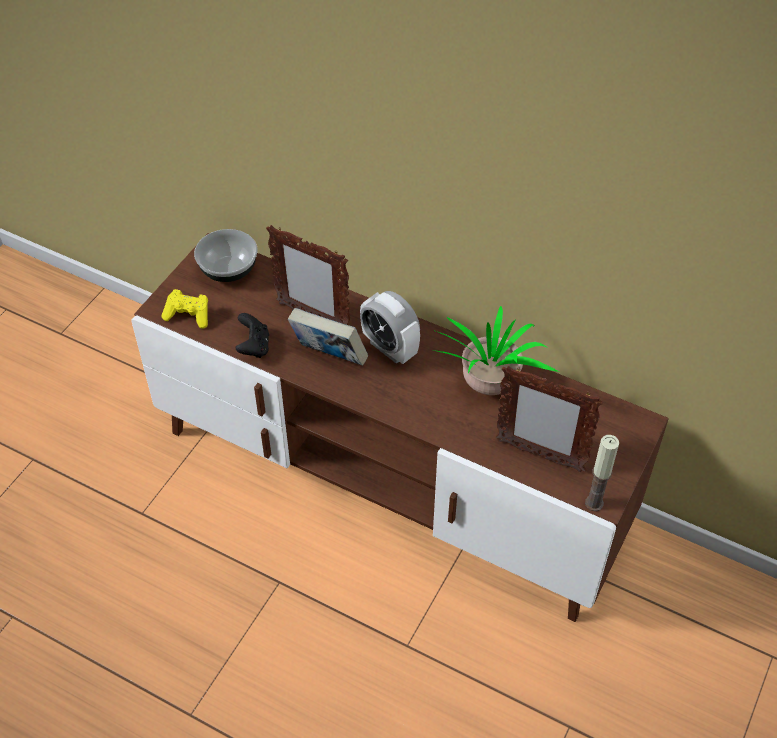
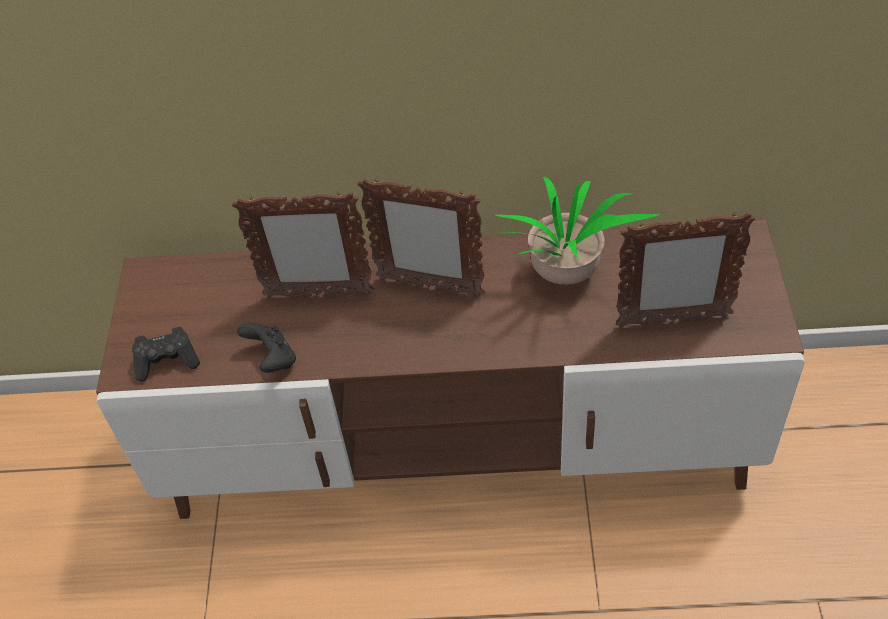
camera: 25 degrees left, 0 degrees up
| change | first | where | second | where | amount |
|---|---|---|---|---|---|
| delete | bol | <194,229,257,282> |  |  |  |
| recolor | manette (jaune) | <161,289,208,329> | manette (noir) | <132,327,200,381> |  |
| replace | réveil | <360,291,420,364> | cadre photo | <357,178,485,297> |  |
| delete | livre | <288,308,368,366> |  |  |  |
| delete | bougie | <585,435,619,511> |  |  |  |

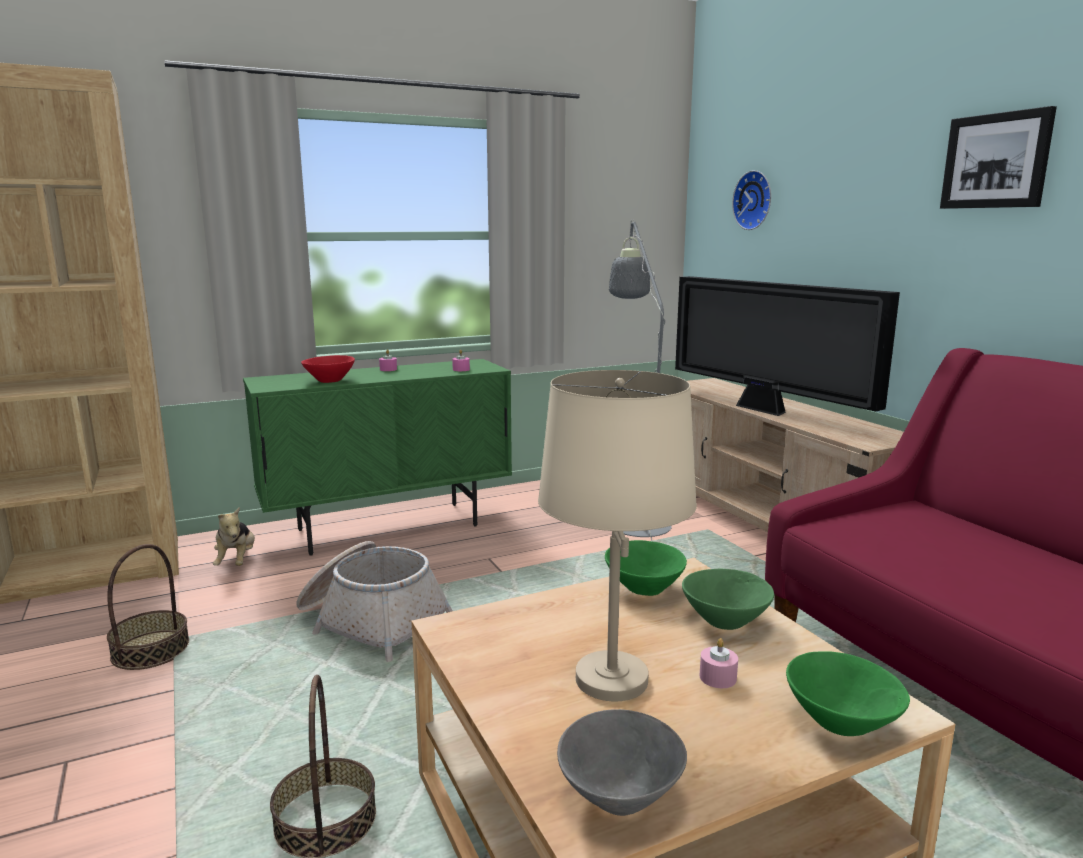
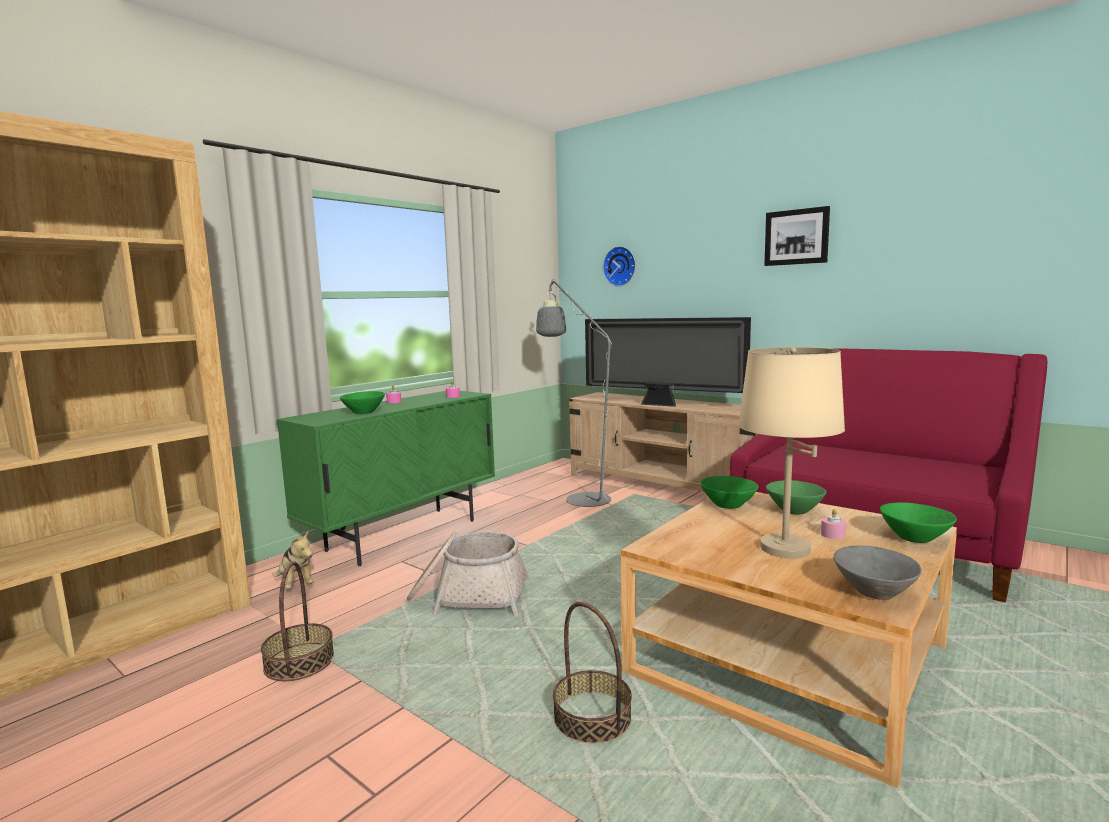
camera: 25 degrees left, 5 degrees down
| change | first | where | second | where | amount |
|---|---|---|---|---|---|
| recolor | bol (rouge) | <301,355,355,383> | bol (vert) | <340,391,385,414> |  |

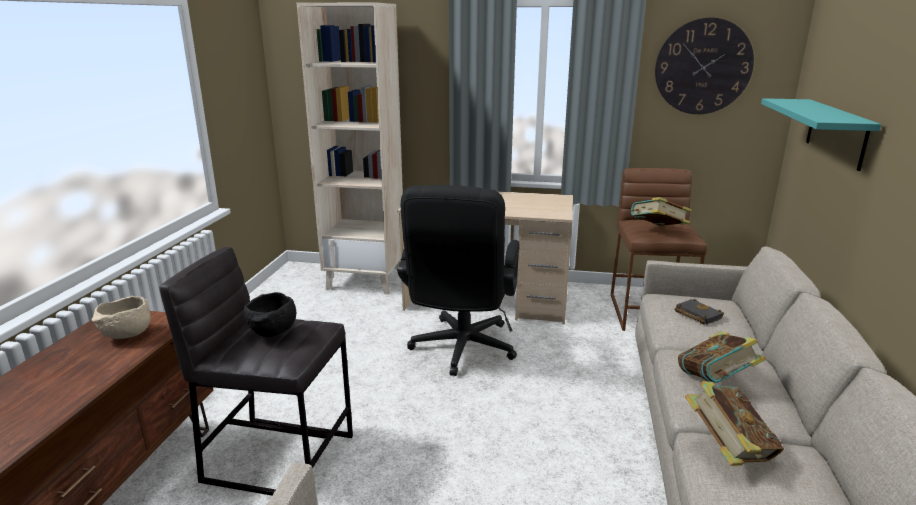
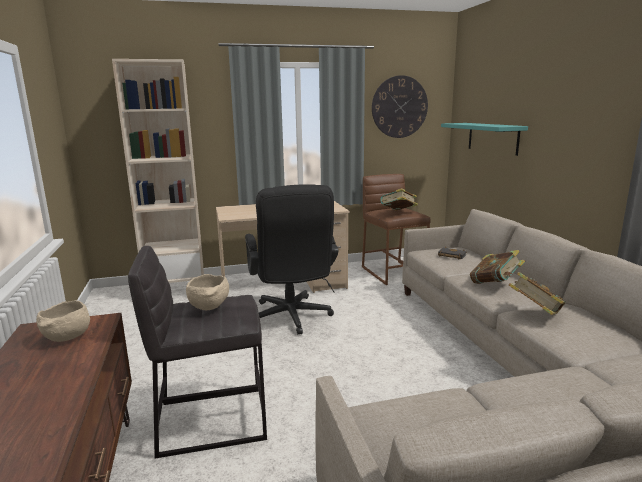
camera: 25 degrees left, 5 degrees down
| change | first | where | second | where | amount |
|---|---|---|---|---|---|
| recolor | bol (noir) | <243,292,296,337> | bol (beige) | <186,274,229,310> |  |

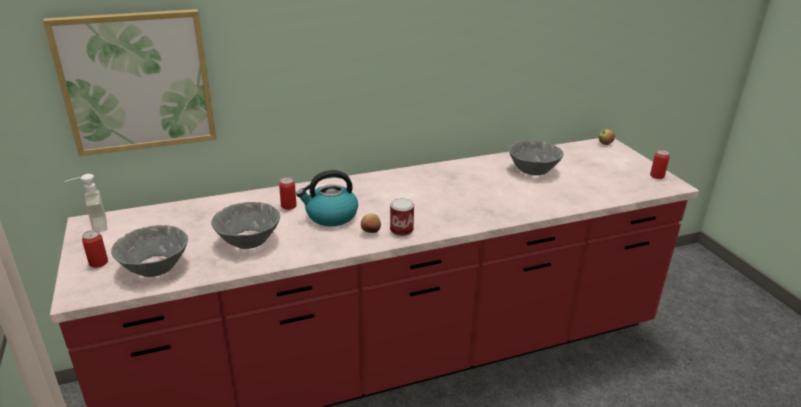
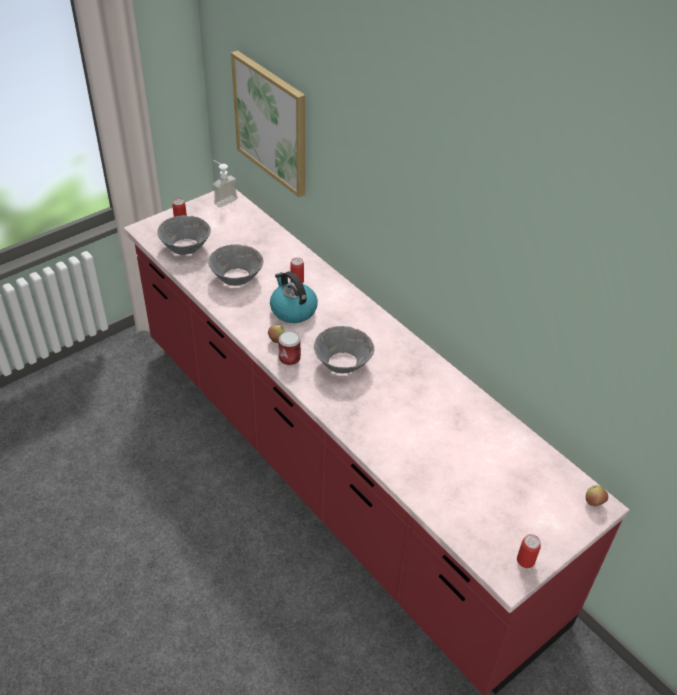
camera: 70 degrees right, 15 degrees up
| change | first | where | second | where | amount |
|---|---|---|---|---|---|
| move | bol (gris) | <509,140,564,175> |  | <314,326,374,373> |  |

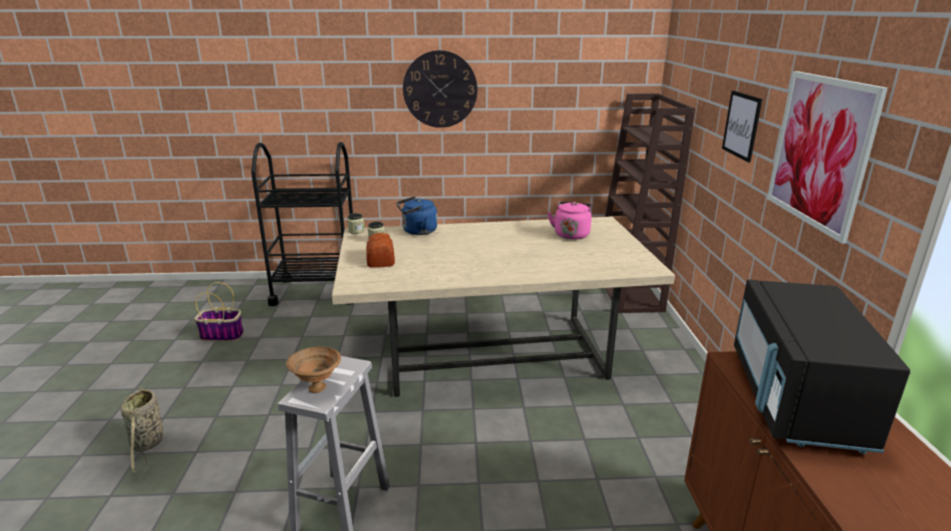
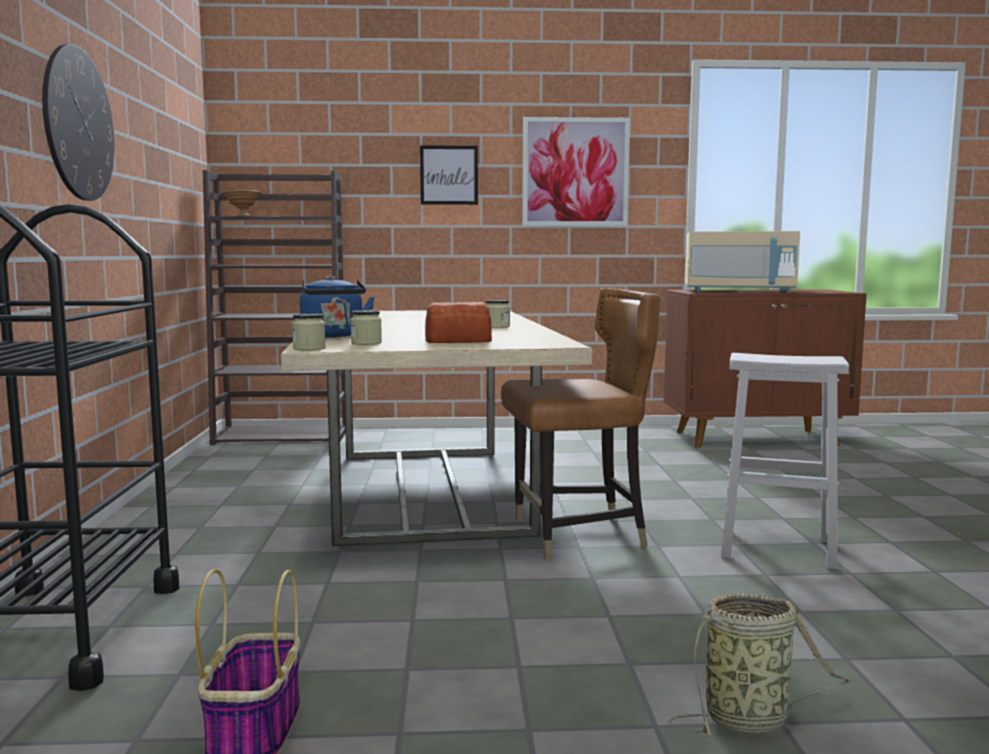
camera: 90 degrees left, 15 degrees down
| change | first | where | second | where | amount |
|---|---|---|---|---|---|
| delete | bouilloire (rose) | <547,202,593,240> |  |  |  |
| recolor | micro-ondes (noir) | <734,279,910,454> | micro-ondes (beige) | <685,231,800,293> |  |
| move | bol (marron) | <286,347,341,393> |  | <222,190,262,216> |  |
| insert |  |  | chaise (marron) | <501,288,661,560> |  |
| insert |  |  | bocal | <486,300,510,328> |  |

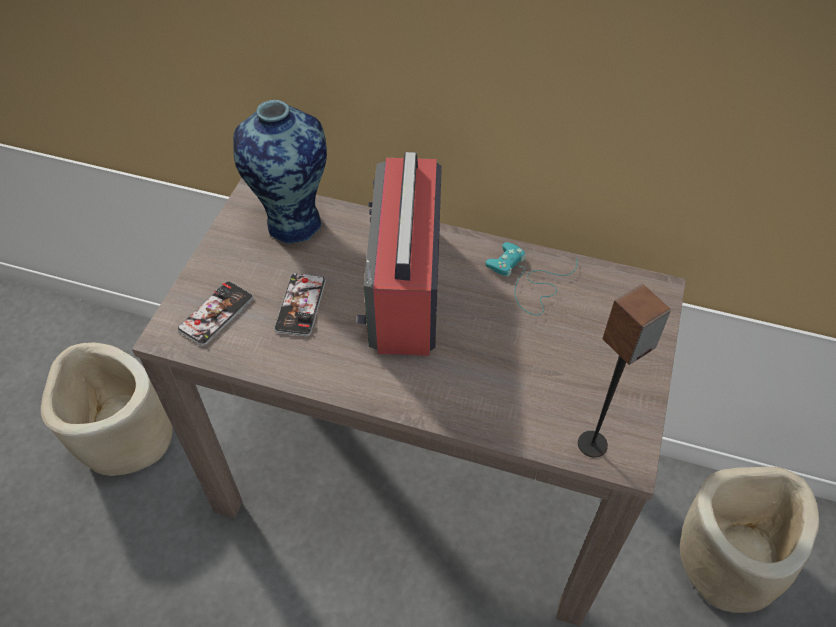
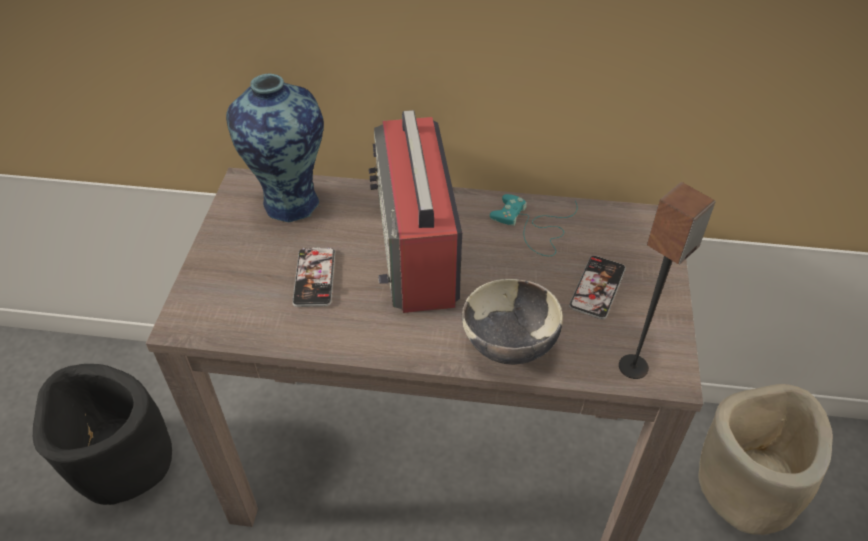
camera: 10 degrees left, 5 degrees down
| change | first | where | second | where | amount |
|---|---|---|---|---|---|
| move | téléphone | <177,281,253,346> |  | <569,256,626,320> |  |
| recolor | cache-pot (beige) | <41,343,173,476> | cache-pot (noir) | <33,364,172,505> |  |
| insert |  |  | bol | <462,279,563,365> |  |

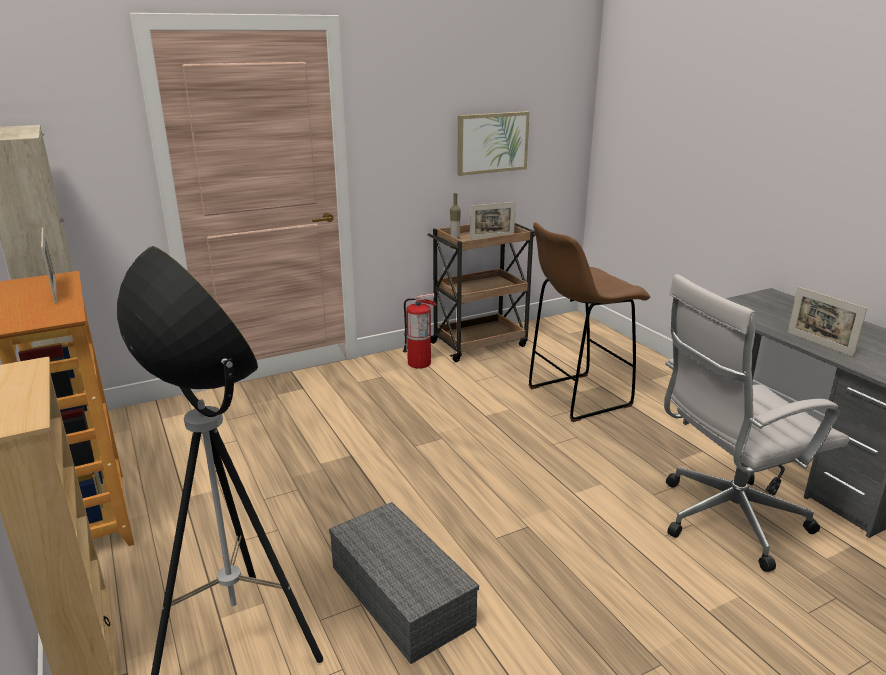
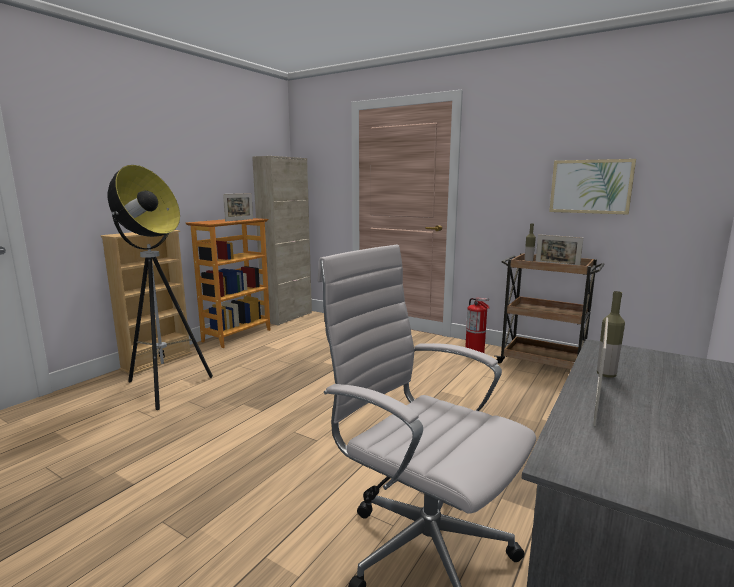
camera: 60 degrees right, 10 degrees down
| change | first | where | second | where | amount |
|---|---|---|---|---|---|
| delete | tabouret (marron) | <528,222,650,422> |  |  |  |
| delete | boîte de rangement (gris) | <329,502,479,664> |  |  |  |
| insert |  |  | bouteille | <597,291,625,377> |  |

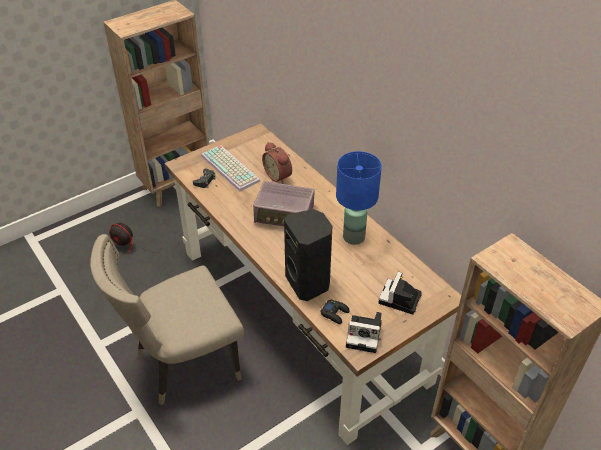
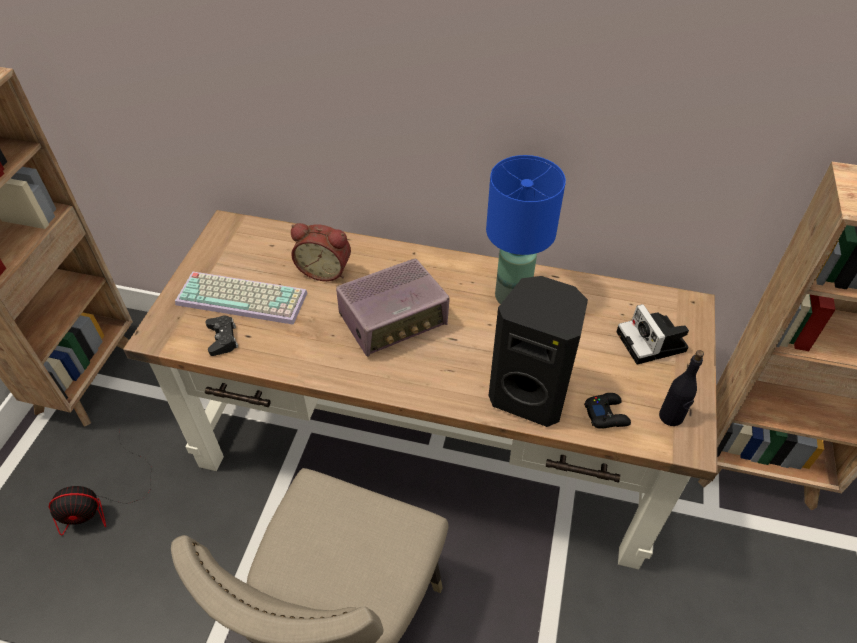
camera: 40 degrees left, 5 degrees up
| change | first | where | second | where | amount |
|---|---|---|---|---|---|
| replace | appareil photo | <346,312,382,353> | bouteille (noir) | <659,350,704,426> |  |

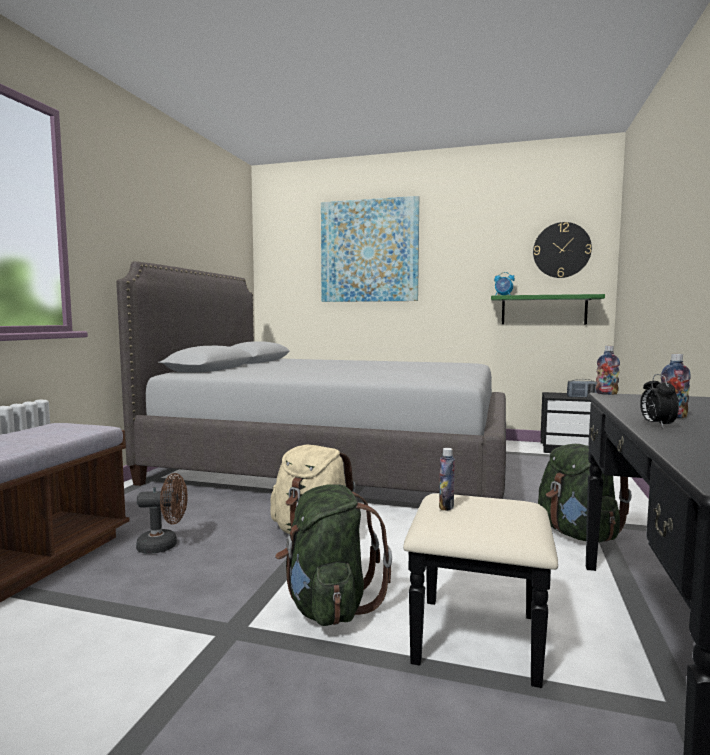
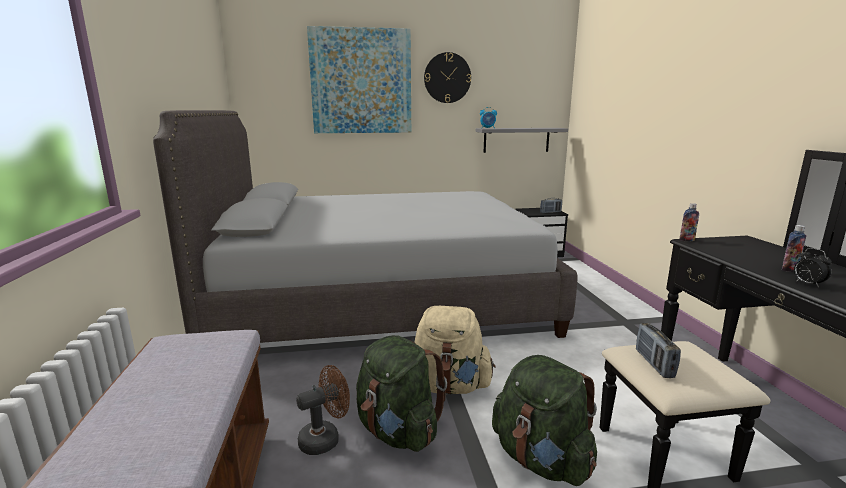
camera: 25 degrees left, 10 degrees up
| change | first | where | second | where | amount |
|---|---|---|---|---|---|
| move | horloge murale | <533,222,592,278> |  | <424,52,471,103> |  |
| recolor | étagère (vert) | <491,294,605,324> | étagère (gris) | <476,128,568,153> |  |
| move | sac à dos (vert) | <538,444,632,542> |  | <356,335,447,452> |  |
| replace | bouteille | <439,448,455,511> | radio | <636,323,681,378> |  |

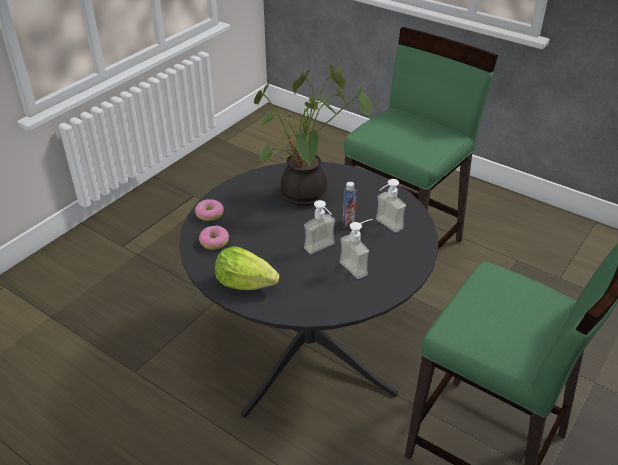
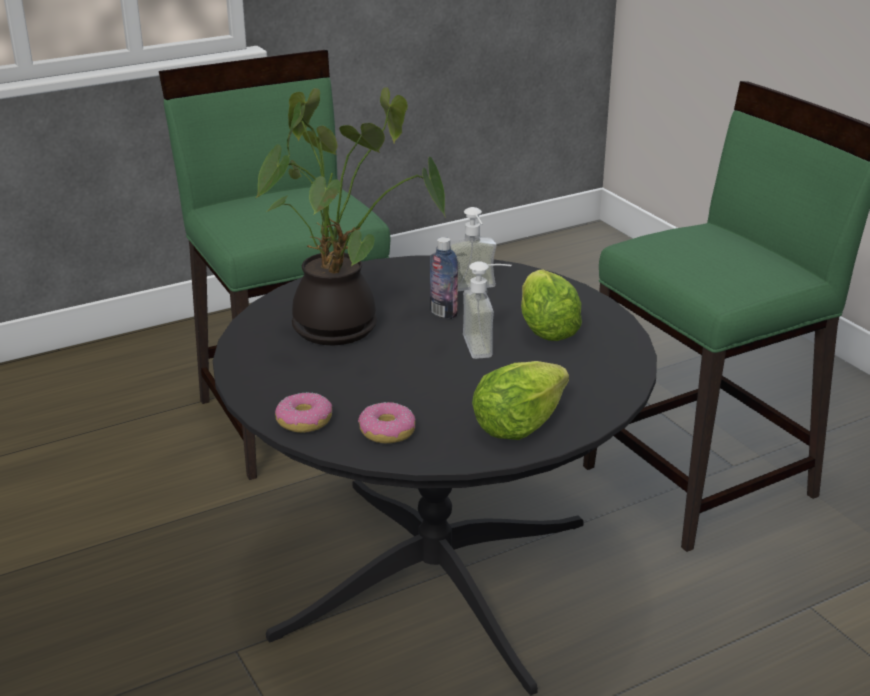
camera: 65 degrees left, 10 degrees down
| change | first | where | second | where | amount |
|---|---|---|---|---|---|
| replace | distributeur de savon | <340,219,372,279> | laitue | <521,270,582,341> |  |

